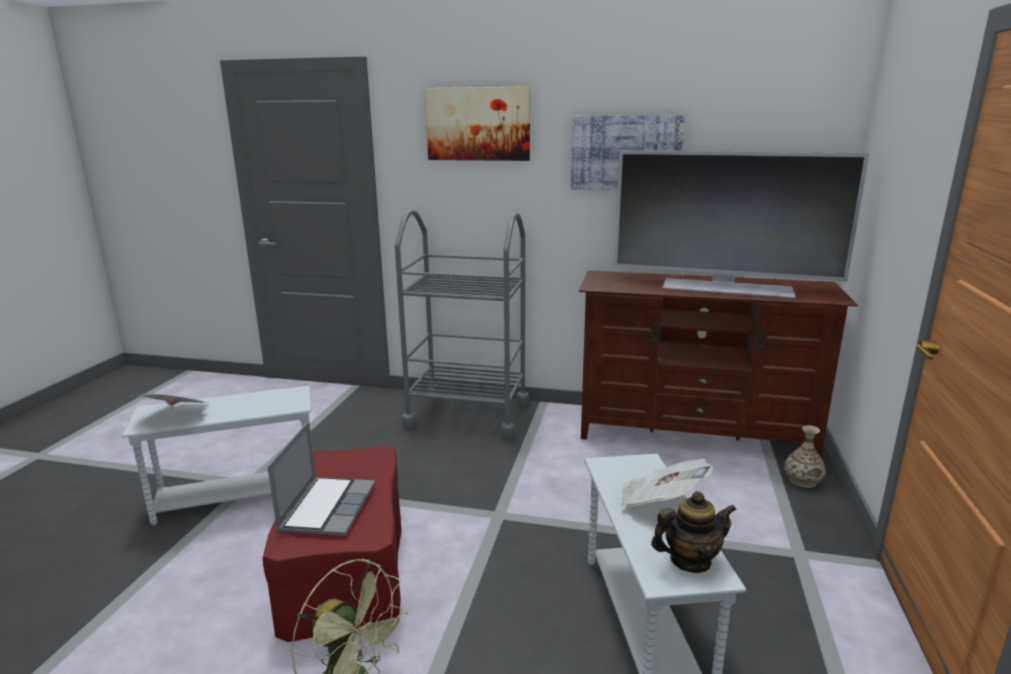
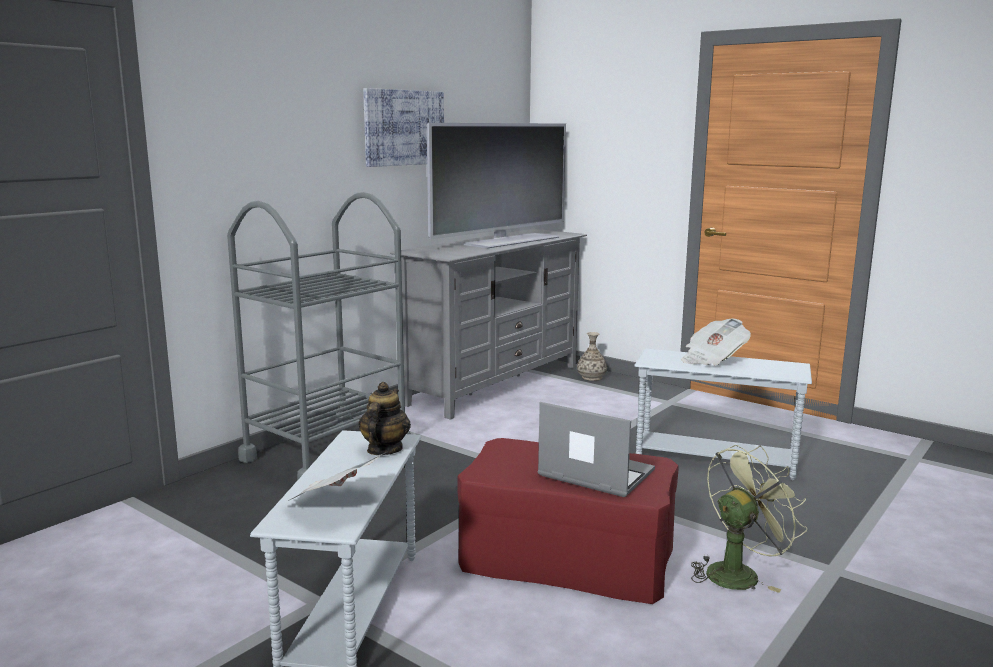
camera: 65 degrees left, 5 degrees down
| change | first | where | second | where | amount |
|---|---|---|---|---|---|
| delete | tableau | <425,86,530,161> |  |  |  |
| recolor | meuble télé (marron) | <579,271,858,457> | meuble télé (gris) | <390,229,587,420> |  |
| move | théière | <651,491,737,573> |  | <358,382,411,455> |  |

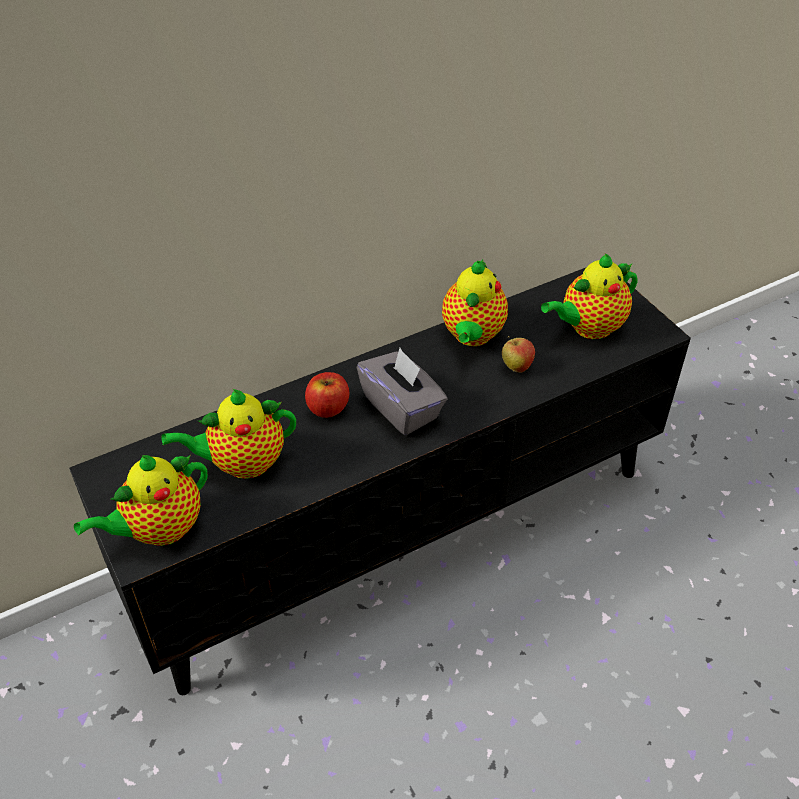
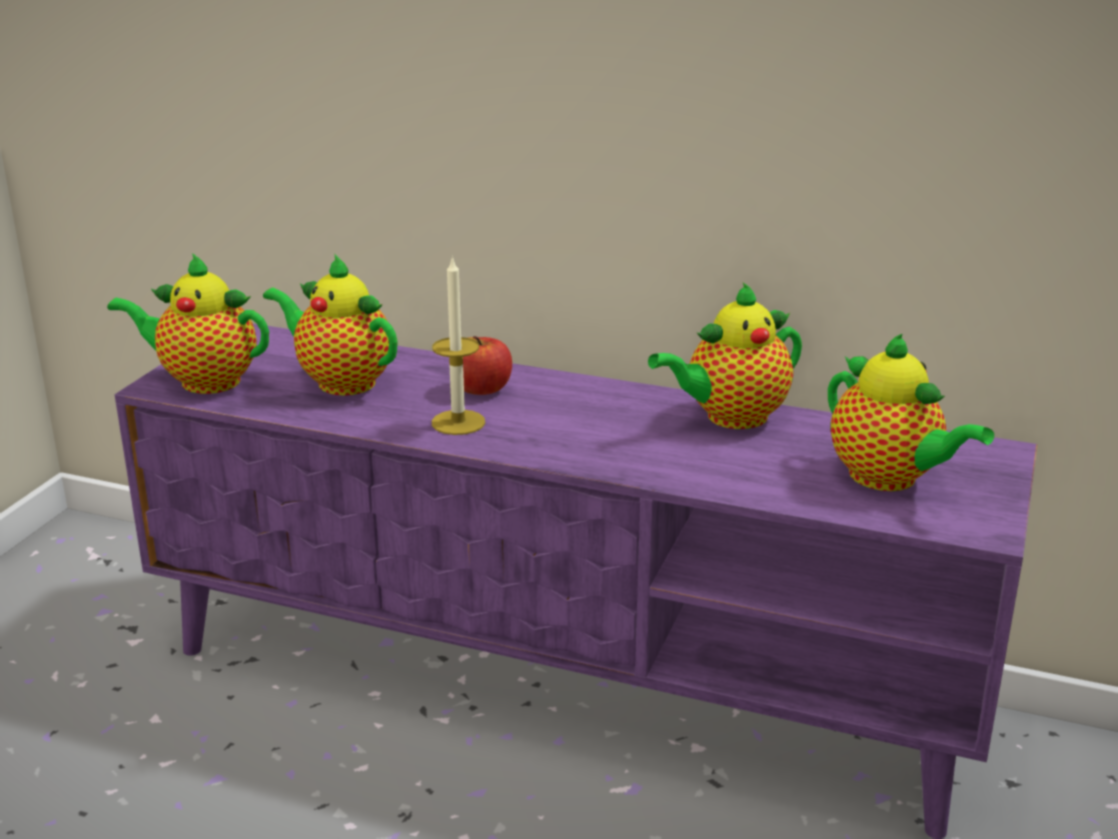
camera: 50 degrees right, 20 degrees down
| change | first | where | second | where | amount |
|---|---|---|---|---|---|
| rotate | théière | <541,254,638,339> |  | <828,333,994,491> | 150 degrees counterclockwise |
| recolor | meuble télé (noir) | <69,267,691,695> | meuble télé (violet) | <114,324,1037,839> |  |
| delete | pomme | <502,336,535,373> |  |  |  |
| delete | boîte à mouchoirs (gris) | <357,348,447,435> |  |  |  |
| insert |  |  | bougie | <432,256,485,435> |  |

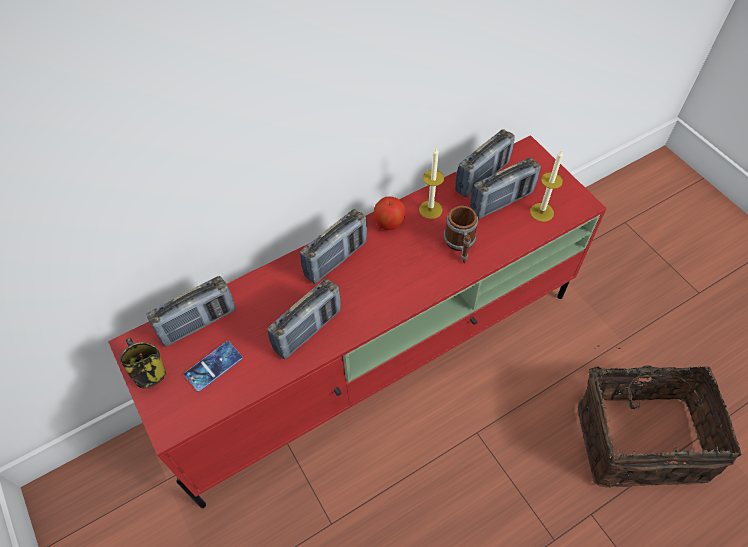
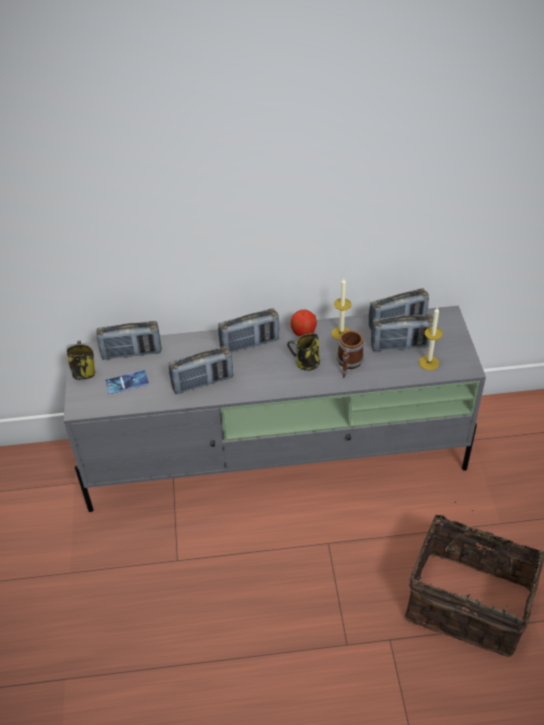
camera: 25 degrees right, 10 degrees down
| change | first | where | second | where | amount |
|---|---|---|---|---|---|
| recolor | meuble télé (rouge) | <108,135,607,508> | meuble télé (gris) | <64,306,486,512> |  |
| insert |  |  | mug | <287,333,320,371> |  |

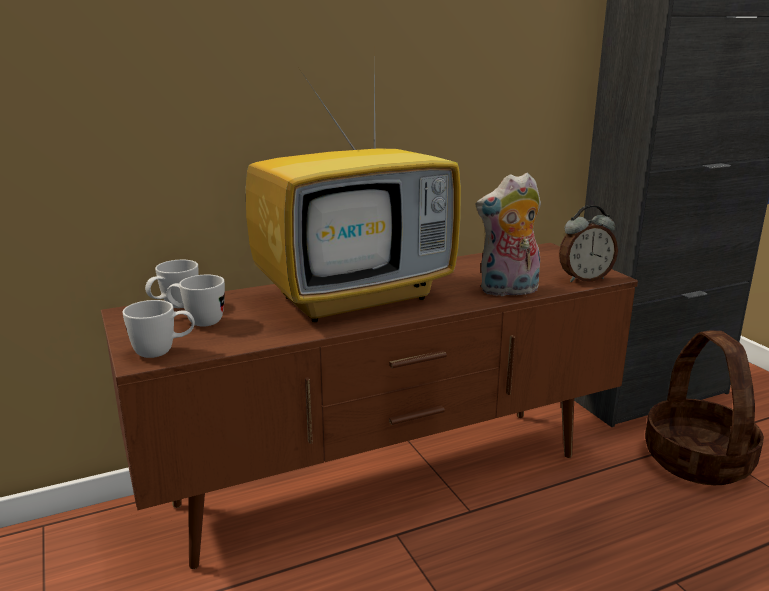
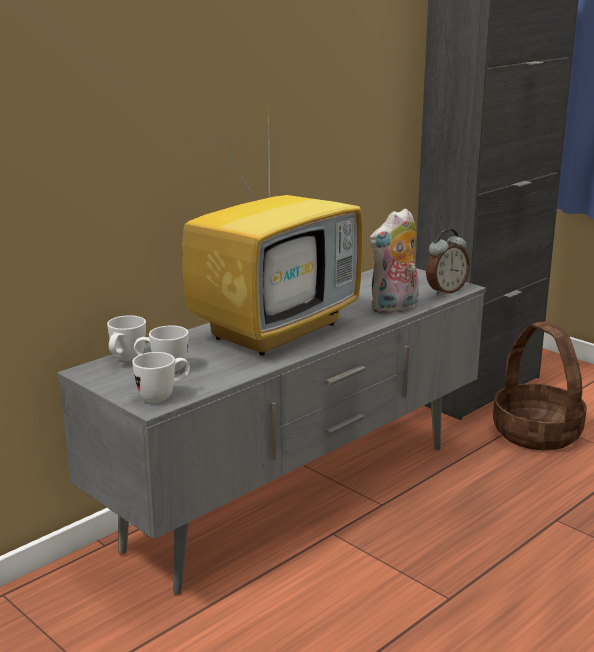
camera: 20 degrees left, 0 degrees up
| change | first | where | second | where | amount |
|---|---|---|---|---|---|
| recolor | meuble télé (marron) | <101,243,638,569> | meuble télé (gris) | <57,268,486,595> |  |

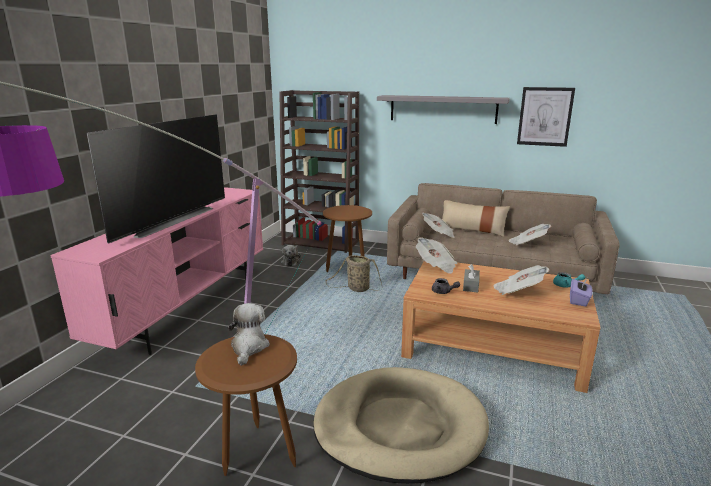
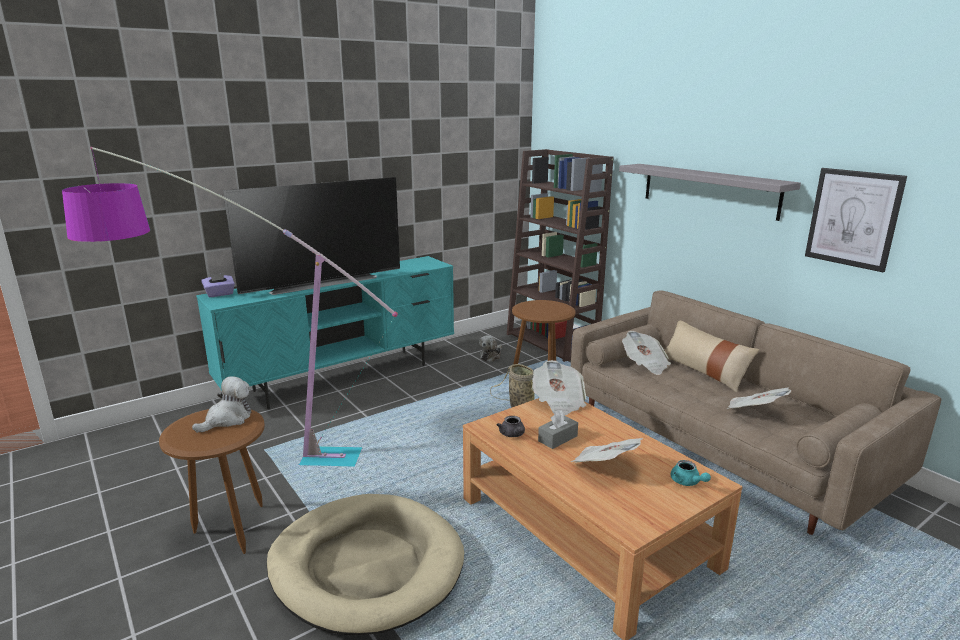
camera: 35 degrees right, 0 degrees up
| change | first | where | second | where | amount |
|---|---|---|---|---|---|
| recolor | meuble télé (rose) | <50,187,263,355> | meuble télé (turquoise) | <196,256,454,409> |  |
| move | boîte à mouchoirs (violet) | <570,278,592,307> |  | <201,273,235,297> |  |

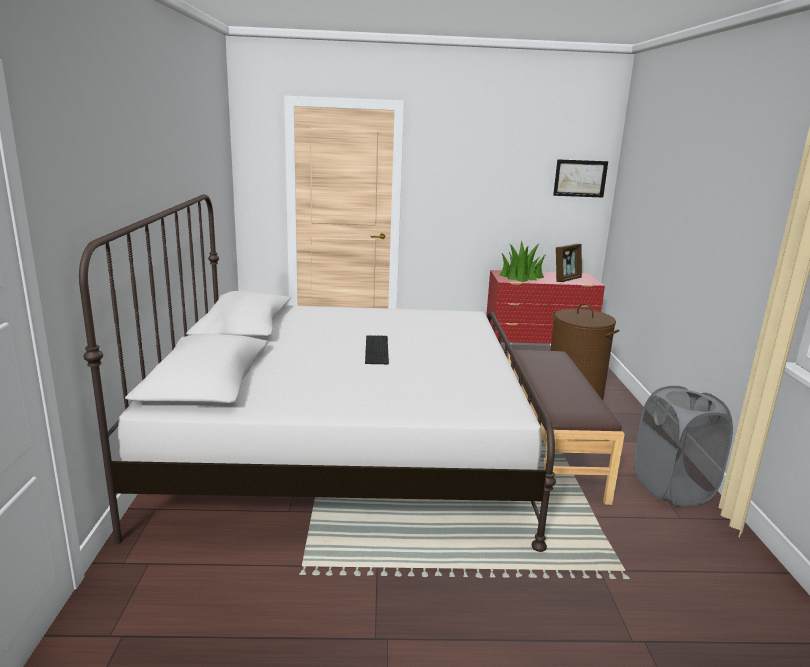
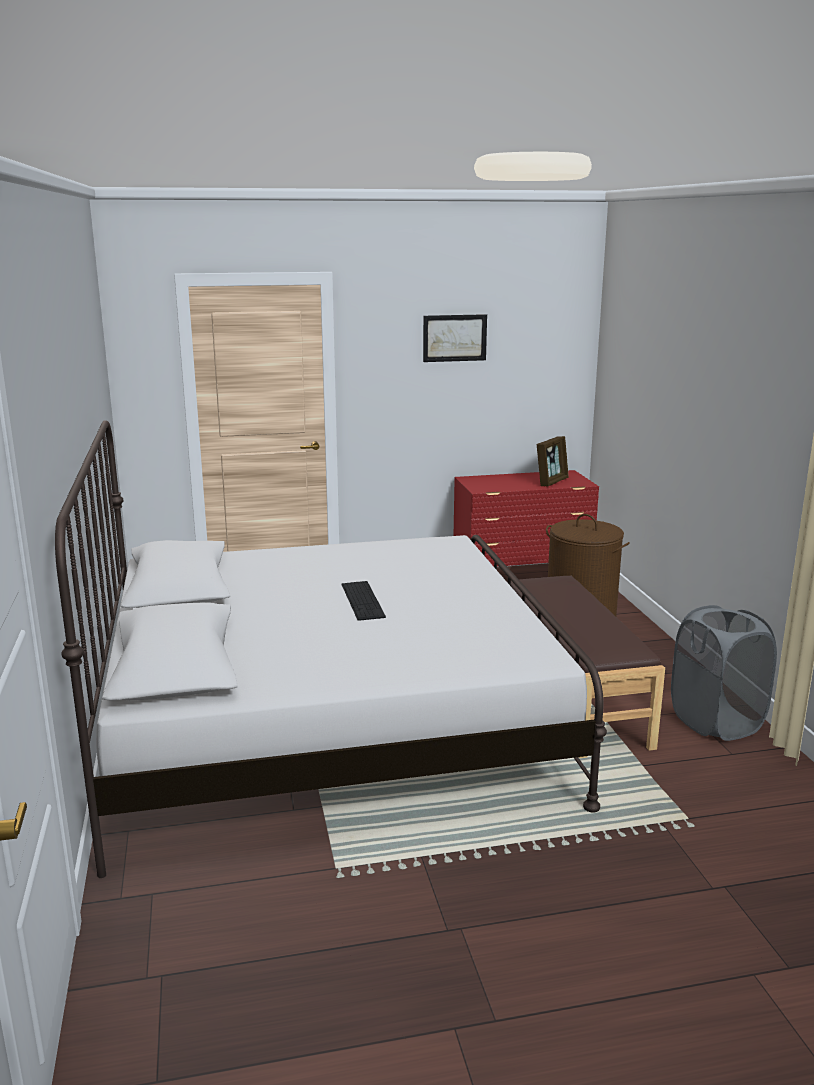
camera: 10 degrees left, 0 degrees up
| change | first | where | second | where | amount |
|---|---|---|---|---|---|
| move | tableau | <553,159,608,198> |  | <423,314,487,362> |  |
| delete | plante en pot | <499,240,546,282> |  |  |  |

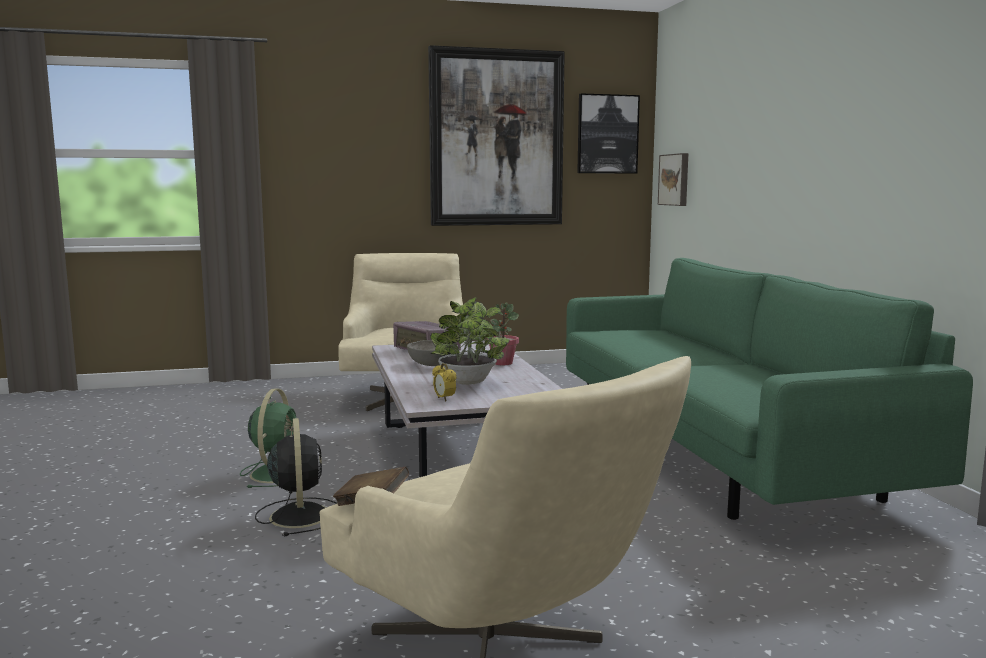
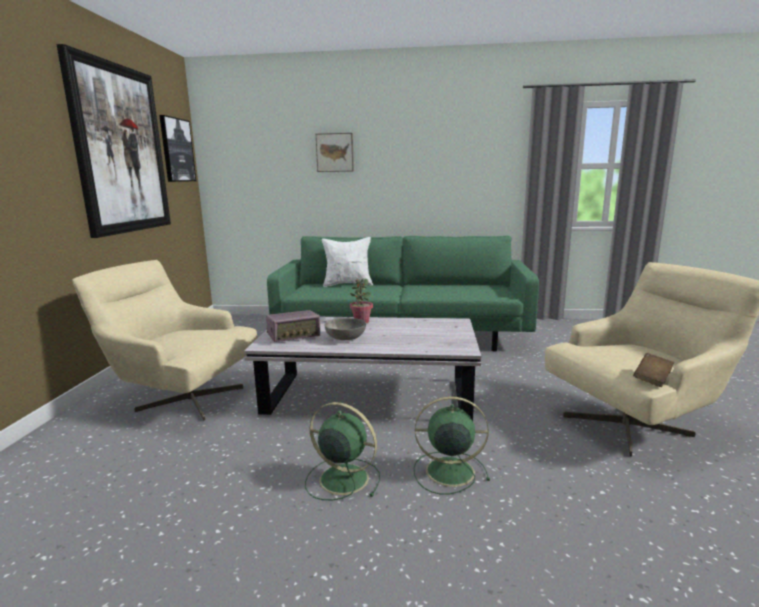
camera: 70 degrees left, 5 degrees up
| change | first | where | second | where | amount |
|---|---|---|---|---|---|
| move | tableau | <658,153,688,206> |  | <316,133,354,172> |  |
| delete | plante en pot | <430,297,510,385> |  |  |  |
| delete | réveil | <432,363,457,401> |  |  |  |
| recolor | ventilateur (noir) | <255,418,338,536> | ventilateur (vert) | <414,396,490,494> |  |
| insert |  |  | coussin (blanc) | <322,237,373,287> |  |

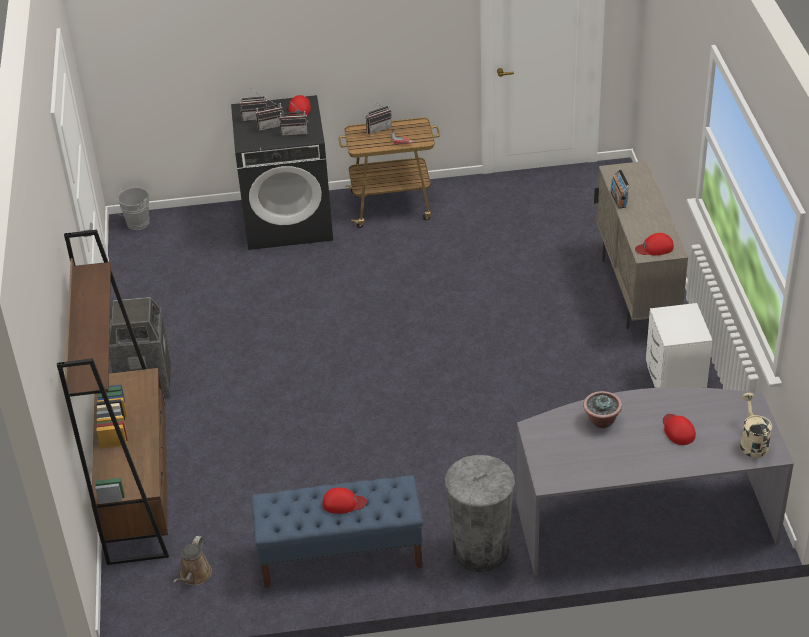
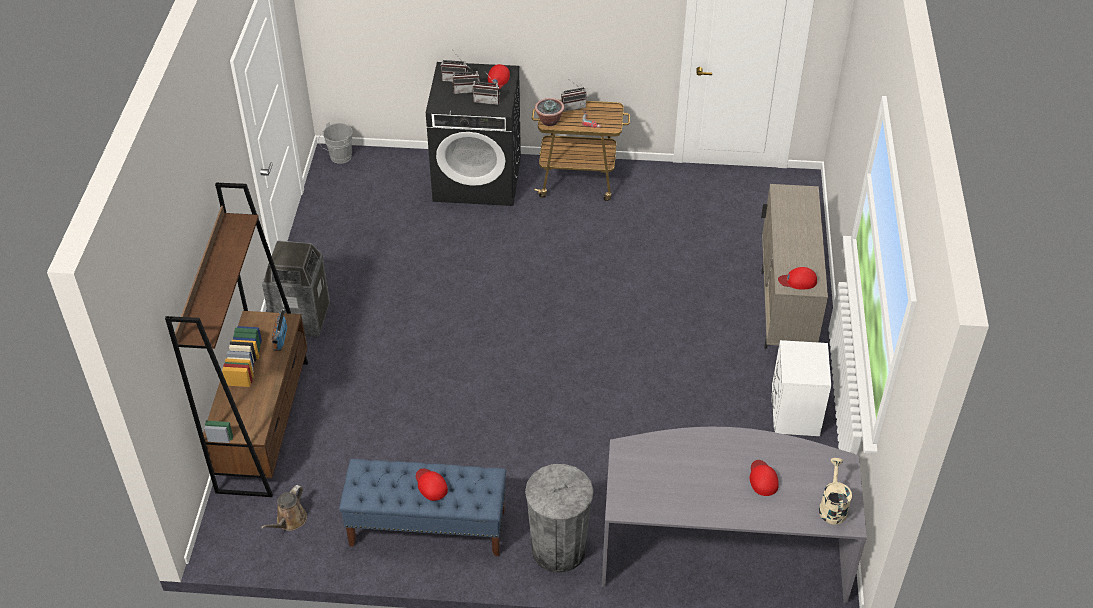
camera: 10 degrees right, 5 degrees up
| change | first | where | second | where | amount |
|---|---|---|---|---|---|
| move | radio | <611,169,630,209> |  | <271,309,287,351> |  |
| move | plante en pot | <583,391,622,428> |  | <535,98,565,126> |  |
| rotate | casquette (rouge) | <323,488,367,514> |  | <416,468,448,501> | 135 degrees counterclockwise |

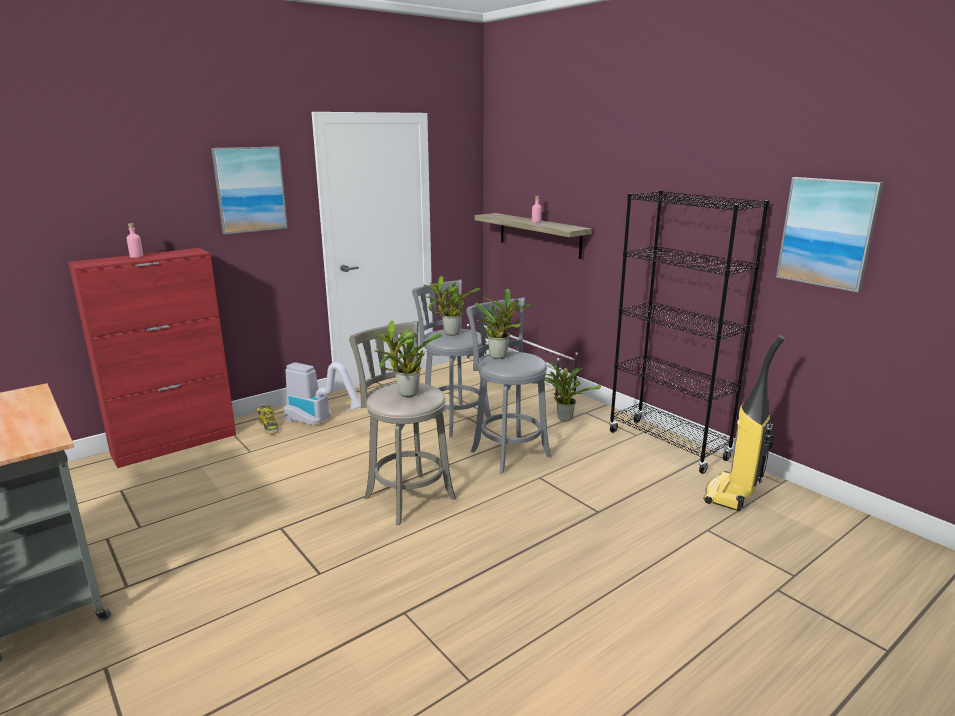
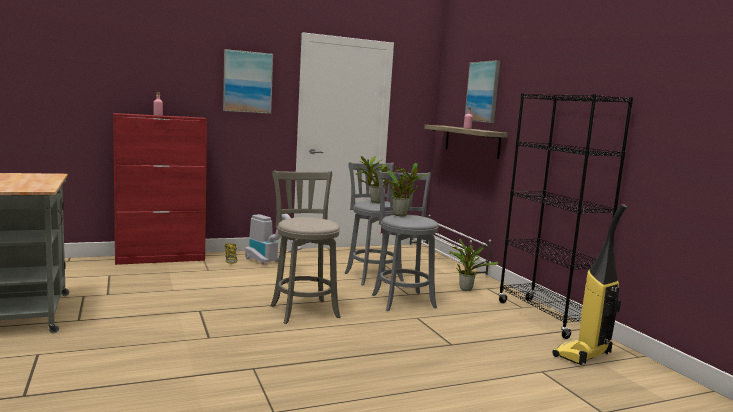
camera: 15 degrees right, 10 degrees down
| change | first | where | second | where | amount |
|---|---|---|---|---|---|
| move | tableau | <776,177,883,292> |  | <465,60,500,123> |  |
| delete | plante en pot | <369,321,442,397> |  |  |  |

